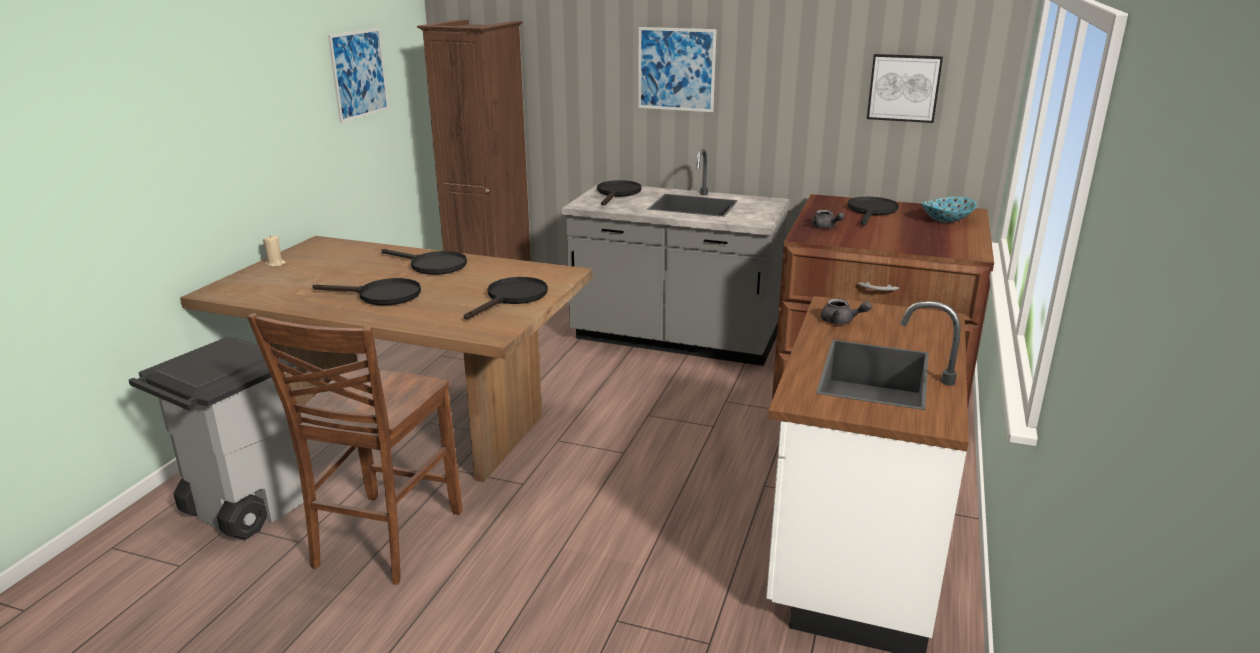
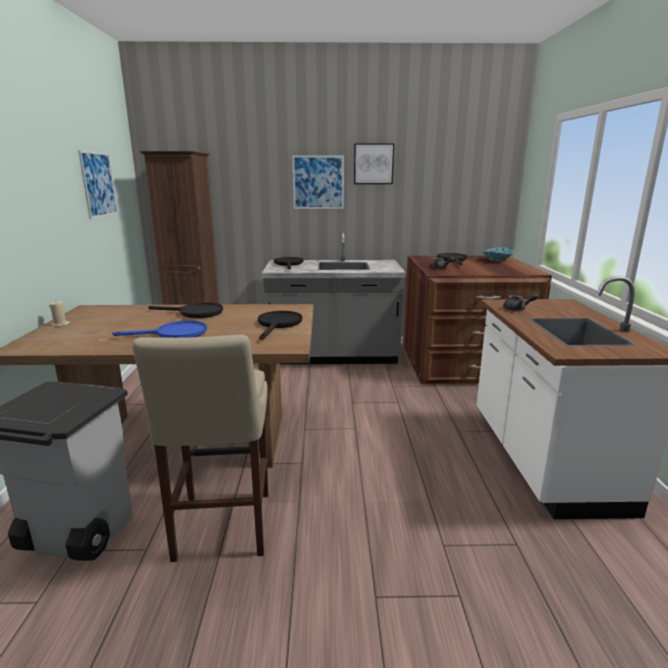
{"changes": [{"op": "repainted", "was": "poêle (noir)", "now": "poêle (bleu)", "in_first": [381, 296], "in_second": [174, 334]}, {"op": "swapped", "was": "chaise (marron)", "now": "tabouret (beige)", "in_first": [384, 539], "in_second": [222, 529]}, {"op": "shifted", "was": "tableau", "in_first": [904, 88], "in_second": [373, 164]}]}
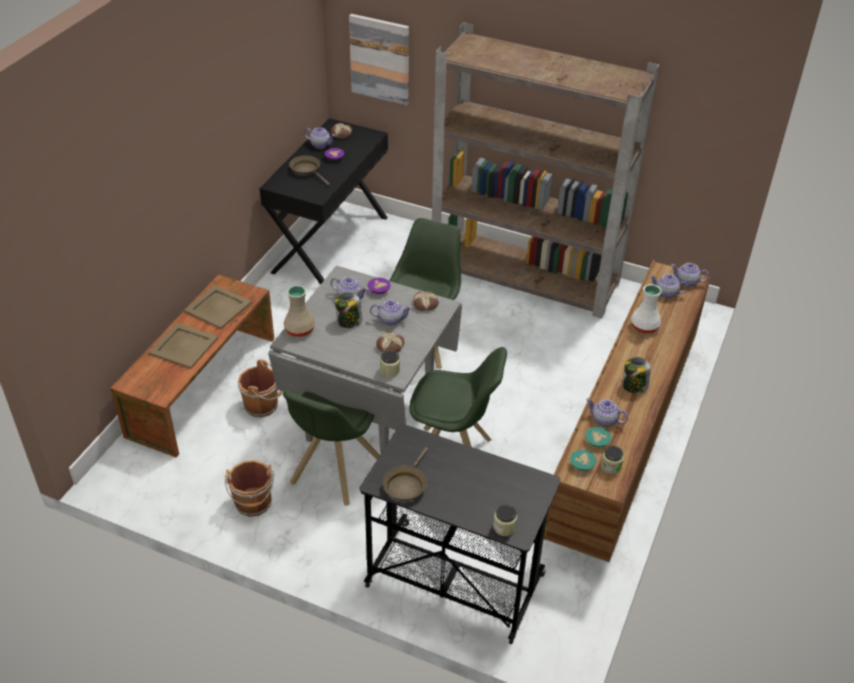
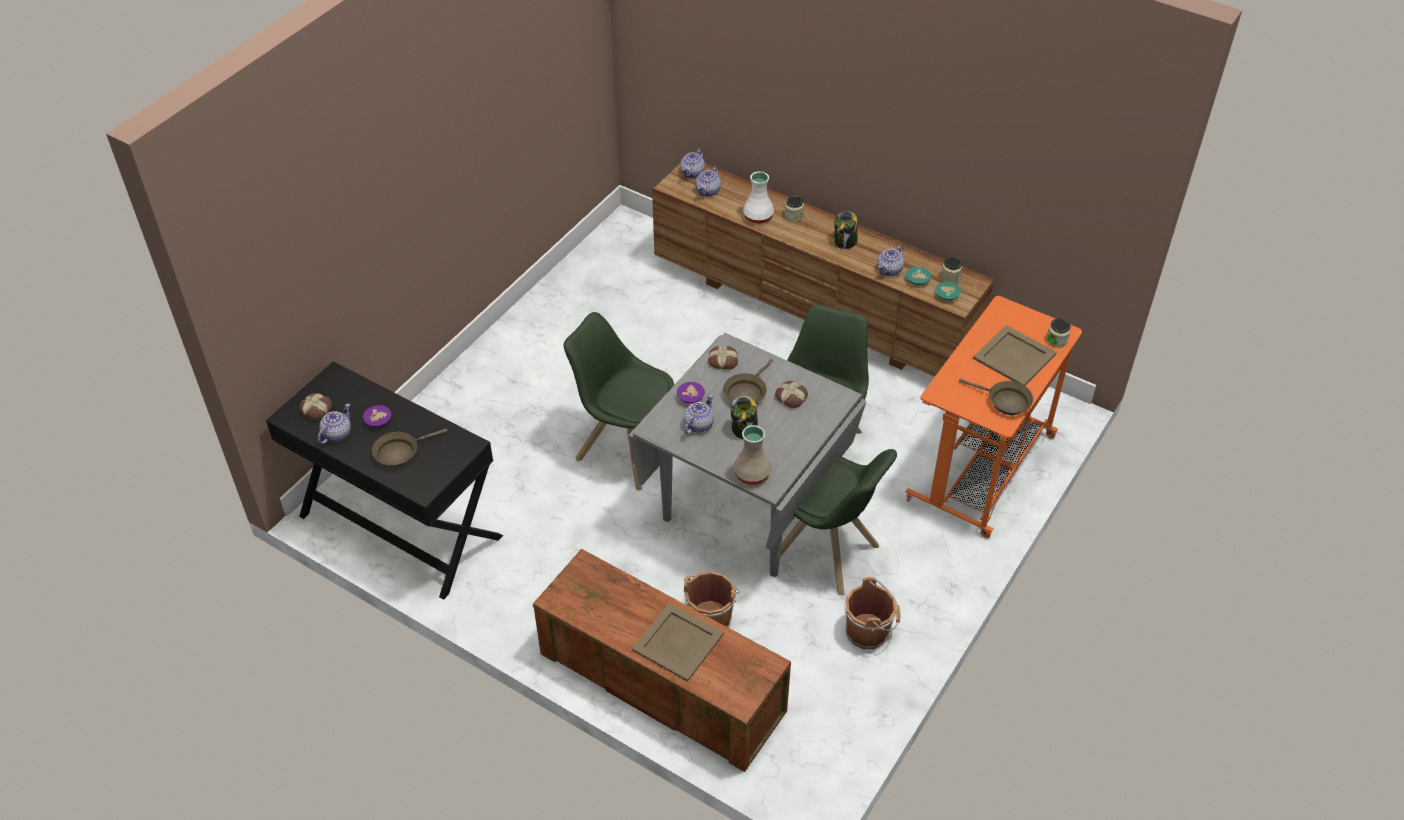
{"changes": [{"op": "swapped", "was": "théière", "now": "poêle (marron)", "in_first": [391, 319], "in_second": [746, 392]}, {"op": "shifted", "was": "bocal", "in_first": [390, 371], "in_second": [793, 216]}, {"op": "repainted", "was": "bureau (noir)", "now": "bureau (orange)", "in_first": [454, 581], "in_second": [981, 468]}, {"op": "shifted", "was": "plateau (beige)", "in_first": [218, 307], "in_second": [1013, 356]}, {"op": "gone", "was": "tableau", "in_first": [380, 59]}, {"op": "gone", "was": "bibliothèque (marron)", "in_first": [525, 275]}]}
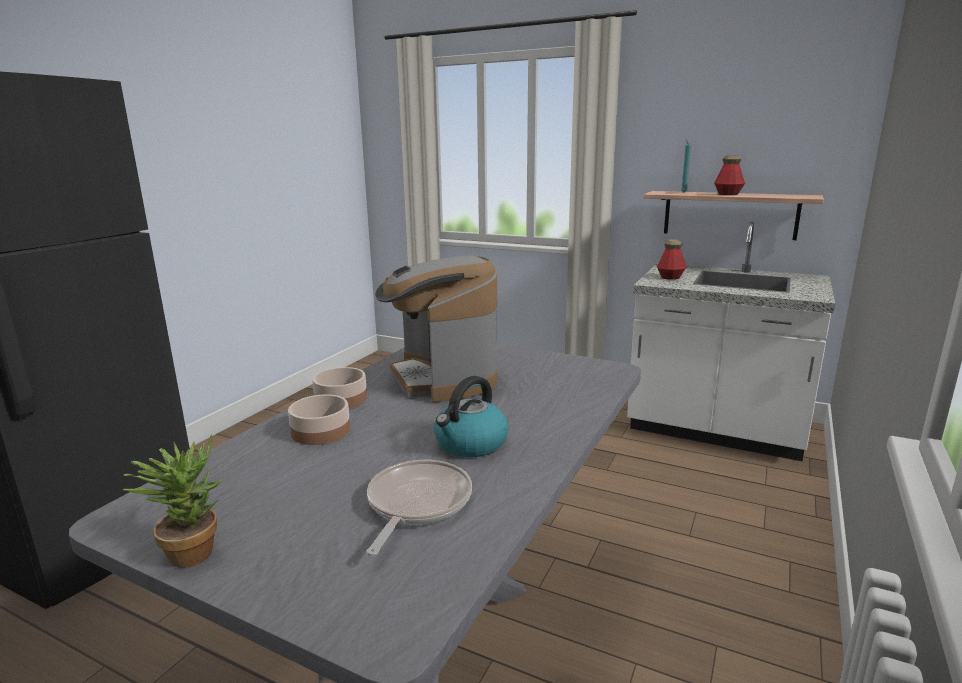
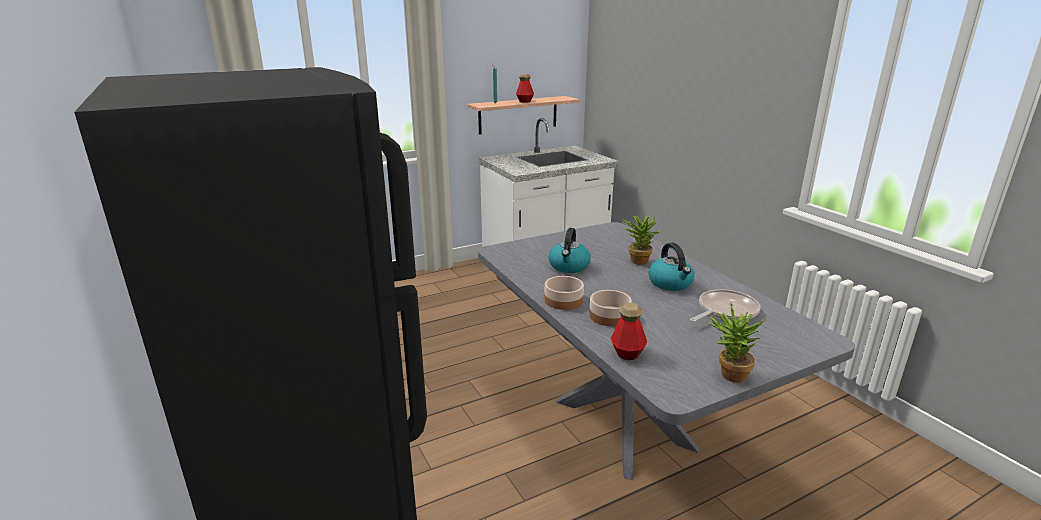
{"changes": [{"op": "swapped", "was": "machine à café", "now": "bouilloire", "in_first": [442, 379], "in_second": [569, 266]}, {"op": "shifted", "was": "bouteille", "in_first": [670, 277], "in_second": [627, 353]}, {"op": "new", "now": "plante en pot", "in_second": [638, 260]}, {"op": "rotated", "was": "poêle", "in_first": [416, 504], "in_second": [725, 311], "clockwise": 90}]}
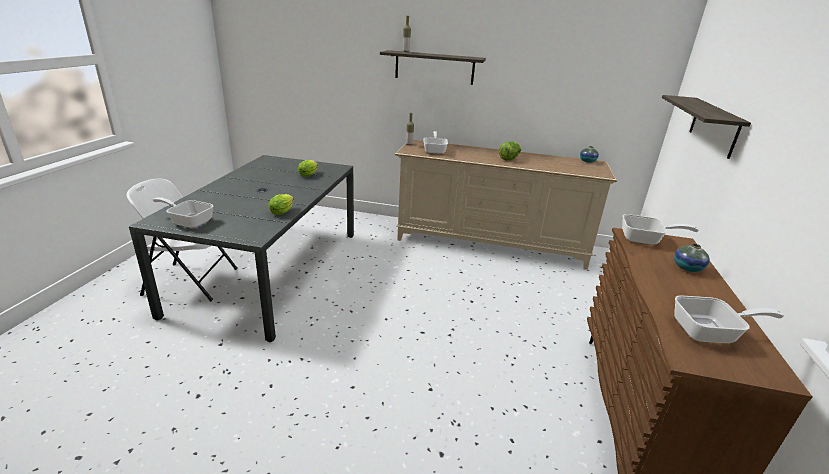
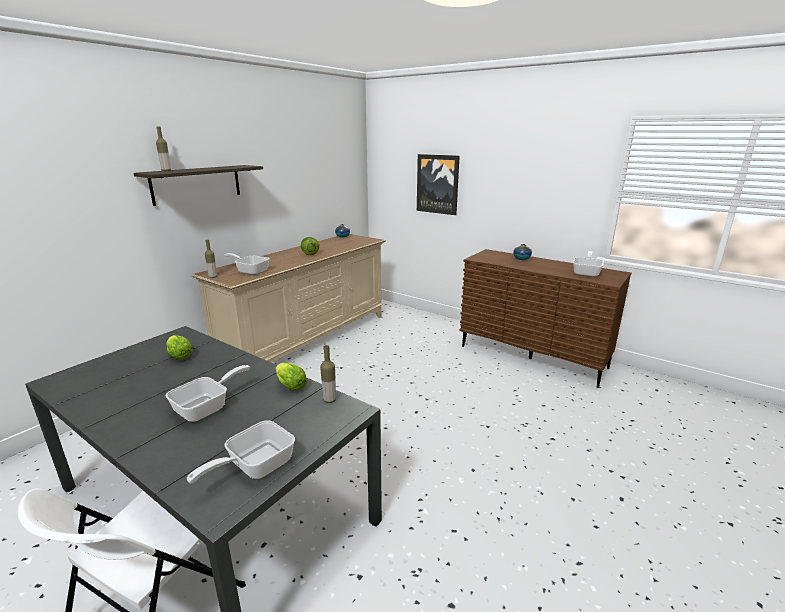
{"changes": [{"op": "shifted", "was": "poêle", "in_first": [645, 240], "in_second": [207, 407]}, {"op": "new", "now": "bouteille", "in_second": [329, 400]}, {"op": "swapped", "was": "étagère", "now": "tableau", "in_first": [714, 126], "in_second": [437, 184]}]}
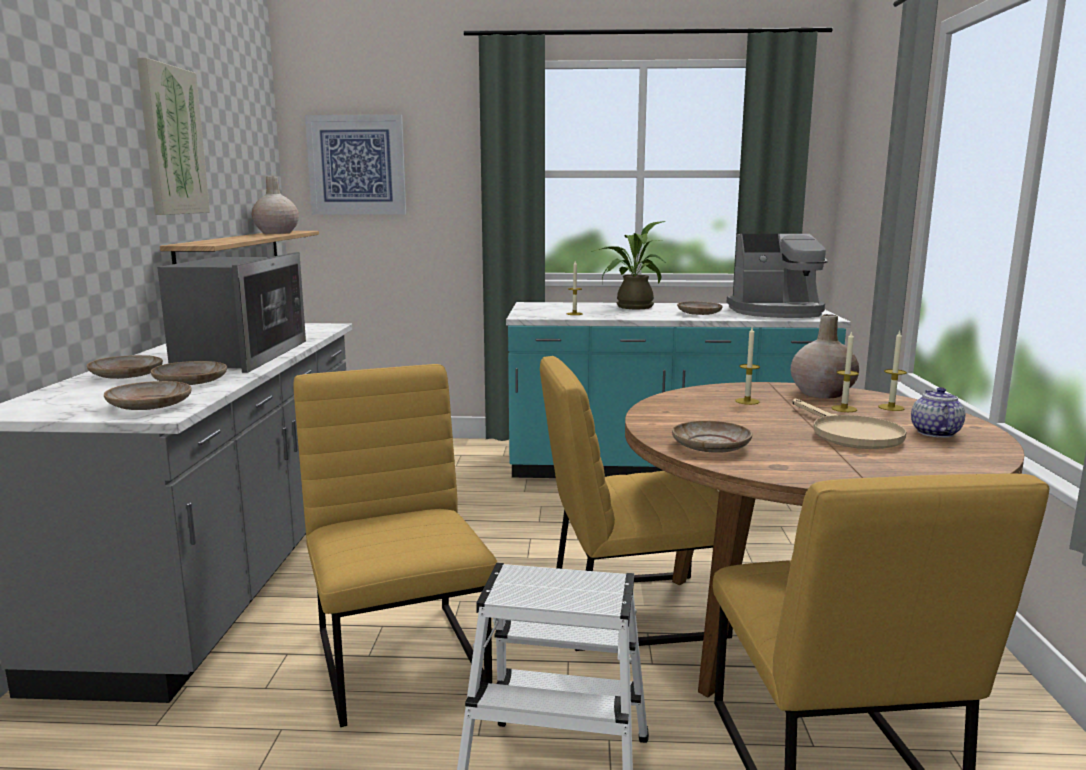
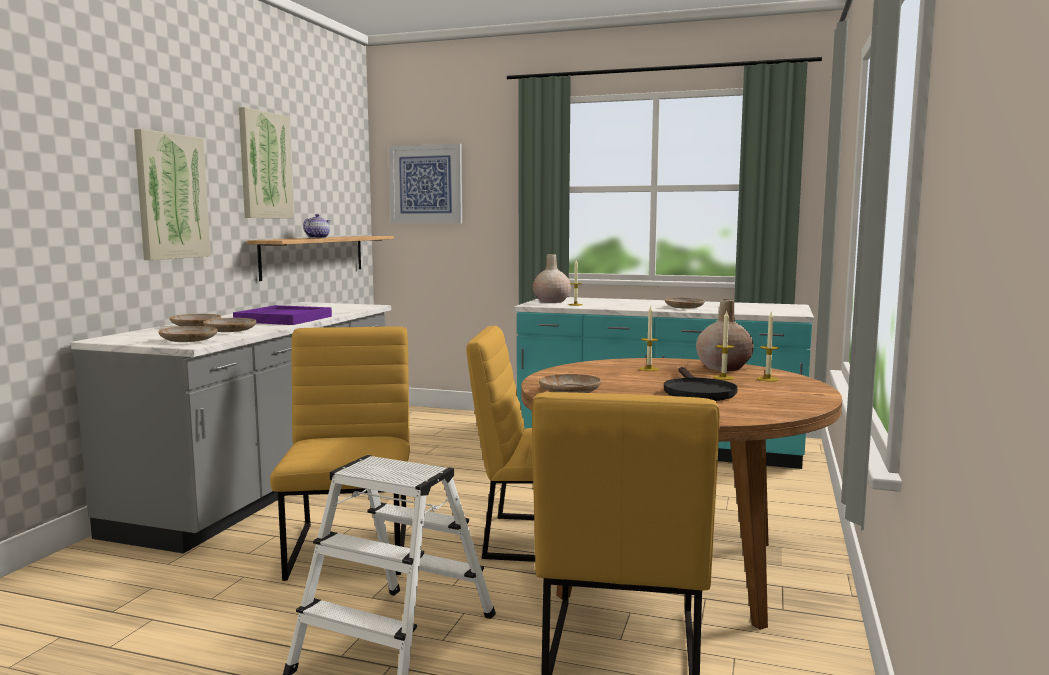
{"changes": [{"op": "new", "now": "tableau", "in_second": [171, 196]}, {"op": "swapped", "was": "micro-ondes", "now": "plateau (violet)", "in_first": [240, 355], "in_second": [283, 319]}, {"op": "shifted", "was": "théière", "in_first": [934, 432], "in_second": [317, 238]}, {"op": "shifted", "was": "vase (beige)", "in_first": [276, 233], "in_second": [551, 301]}, {"op": "repainted", "was": "poêle (beige)", "now": "poêle (noir)", "in_first": [848, 434], "in_second": [696, 392]}, {"op": "gone", "was": "plante en pot", "in_first": [629, 307]}, {"op": "gone", "was": "machine à café", "in_first": [776, 312]}]}
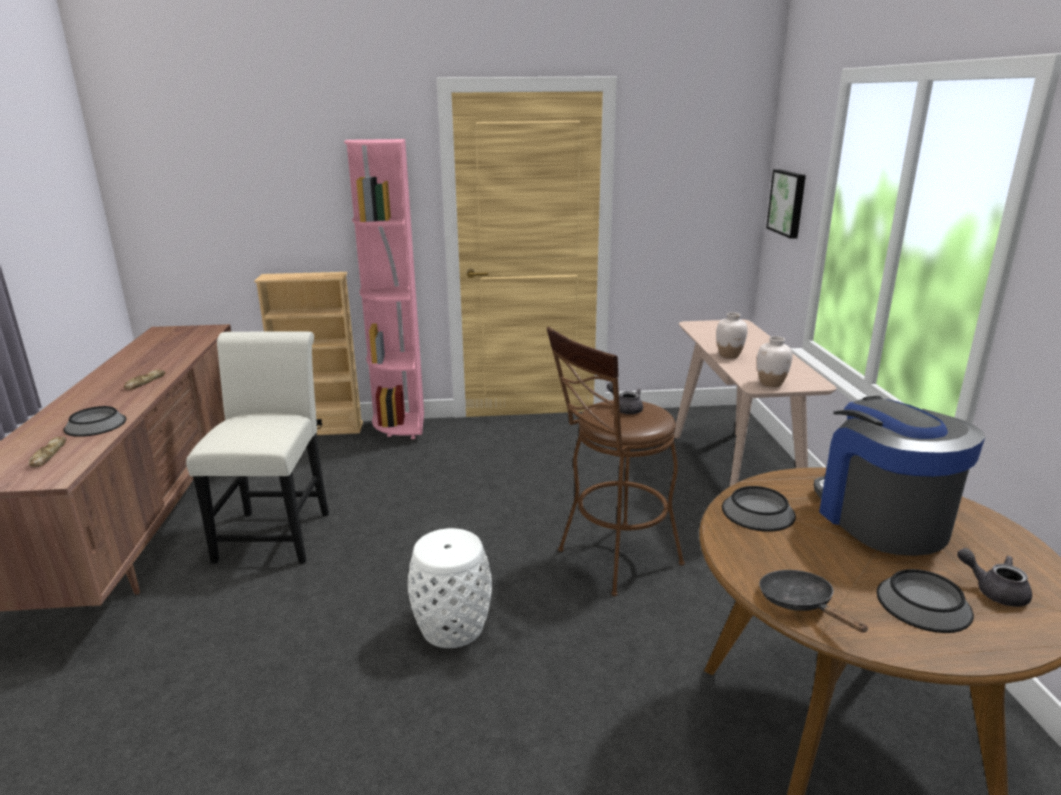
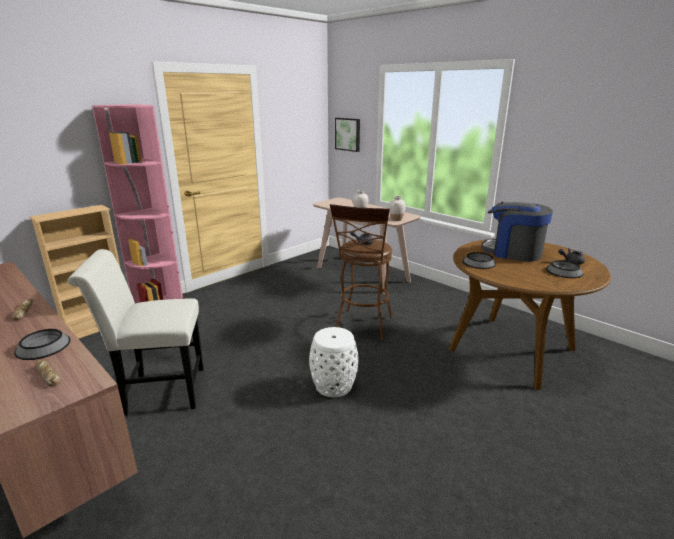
{"changes": [{"op": "rotated", "was": "chaise (blanc)", "in_first": [277, 531], "in_second": [158, 391], "clockwise": -60}, {"op": "gone", "was": "poêle (noir)", "in_first": [800, 604]}]}
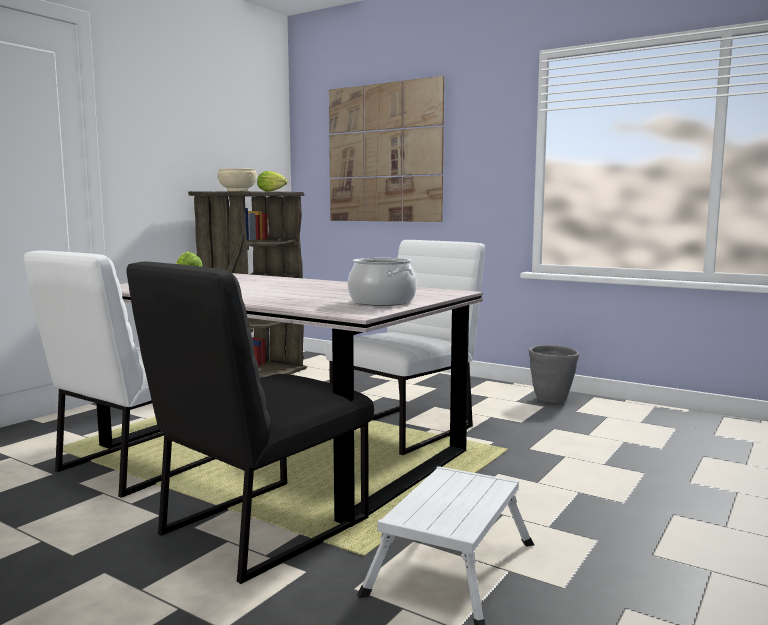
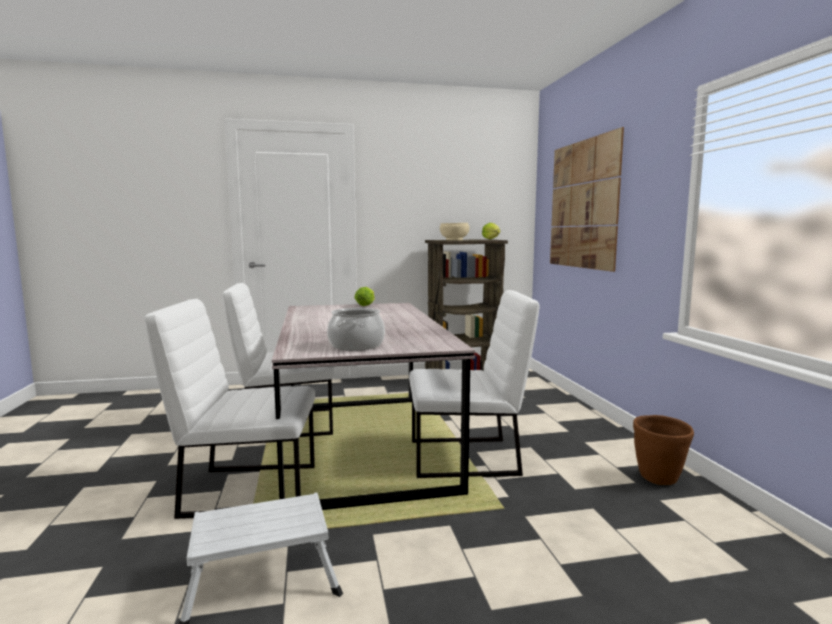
{"changes": [{"op": "repainted", "was": "chaise (noir)", "now": "chaise (blanc)", "in_first": [259, 528], "in_second": [247, 490]}, {"op": "repainted", "was": "cache-pot (gris)", "now": "cache-pot (marron)", "in_first": [552, 400], "in_second": [658, 479]}]}
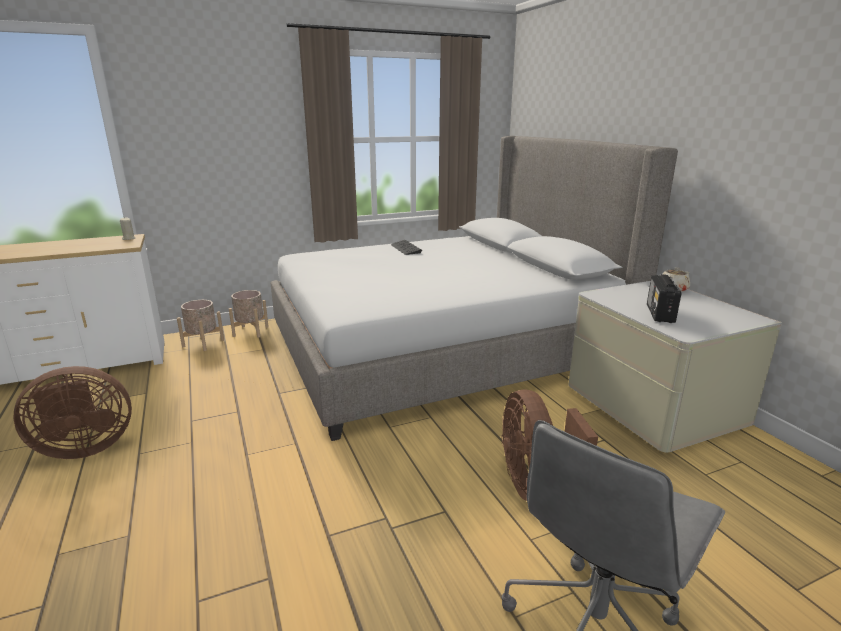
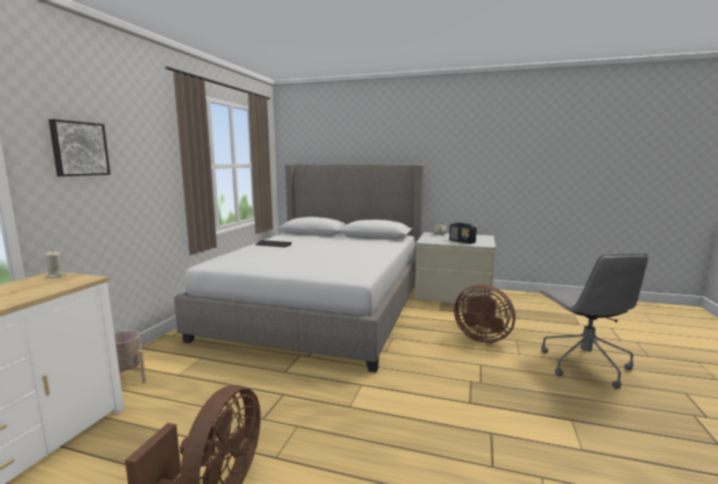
{"changes": [{"op": "new", "now": "tableau", "in_second": [79, 149]}, {"op": "gone", "was": "cache-pot (beige)", "in_first": [251, 331]}]}
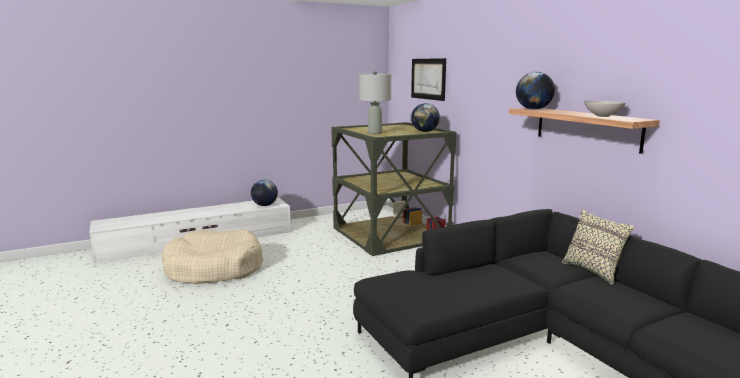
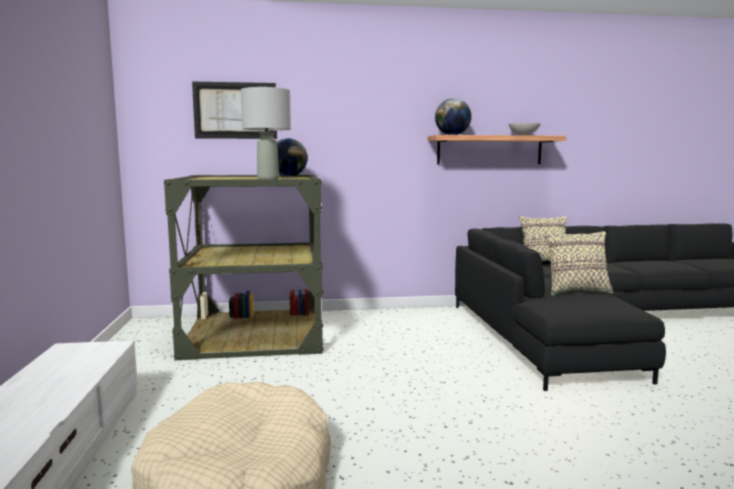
{"changes": [{"op": "new", "now": "coussin (beige)", "in_second": [577, 292]}, {"op": "gone", "was": "globe", "in_first": [265, 205]}]}
